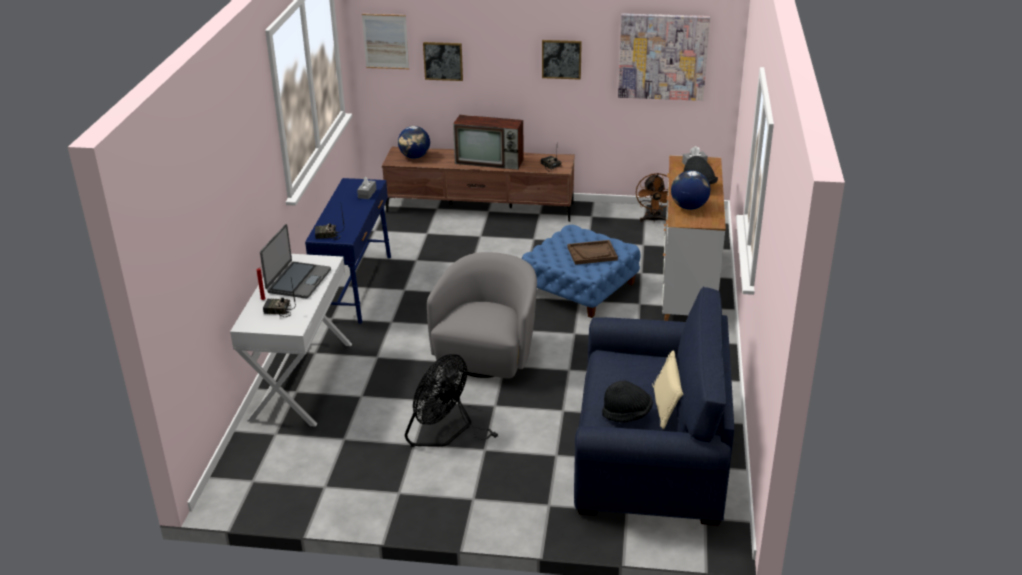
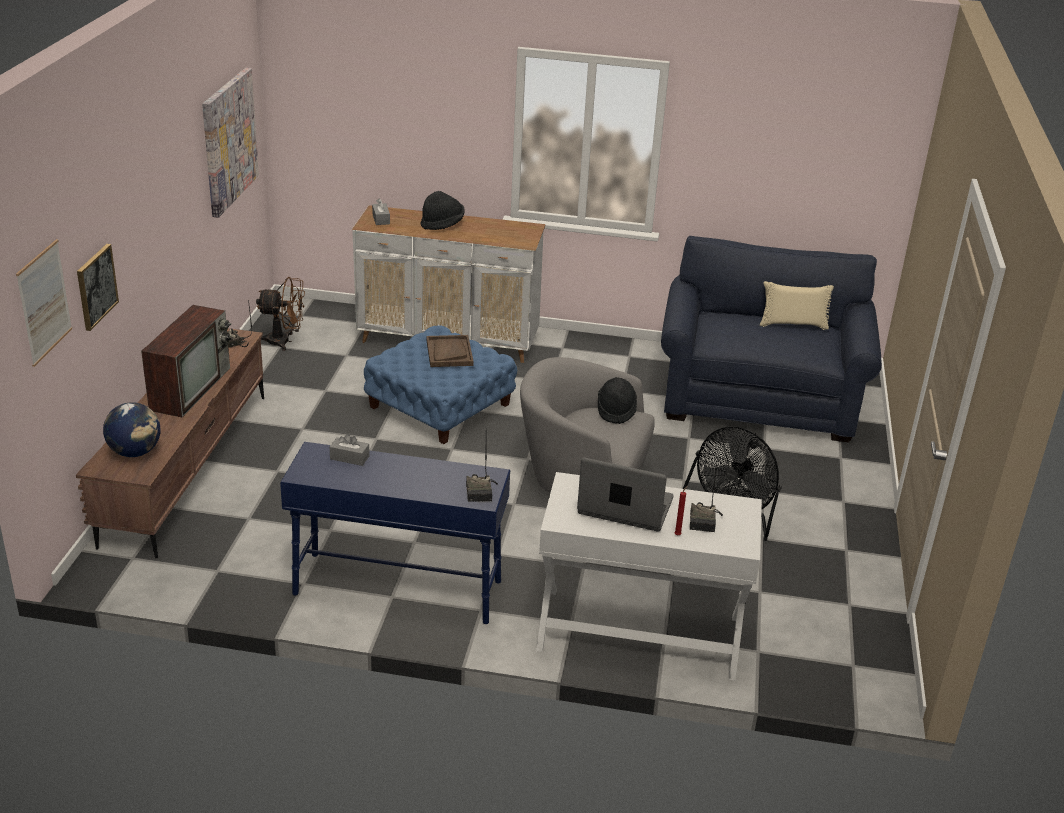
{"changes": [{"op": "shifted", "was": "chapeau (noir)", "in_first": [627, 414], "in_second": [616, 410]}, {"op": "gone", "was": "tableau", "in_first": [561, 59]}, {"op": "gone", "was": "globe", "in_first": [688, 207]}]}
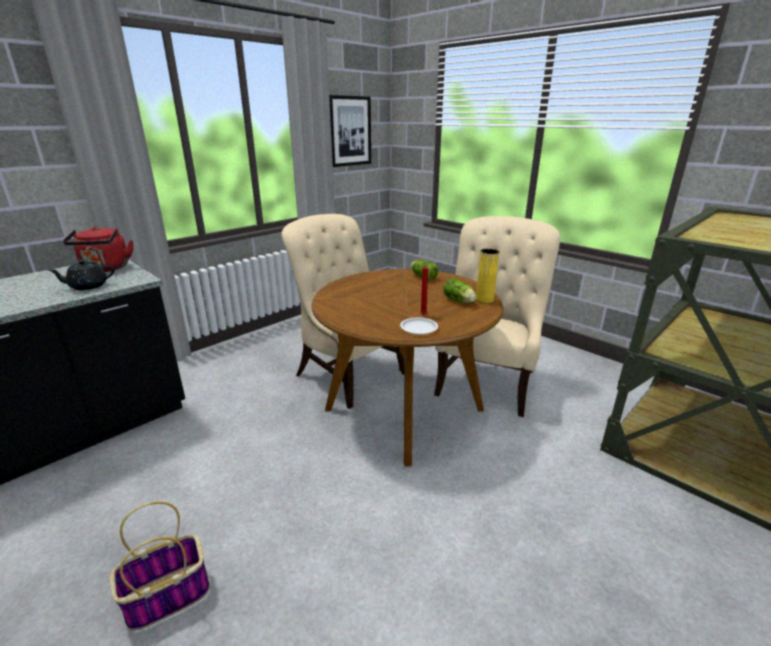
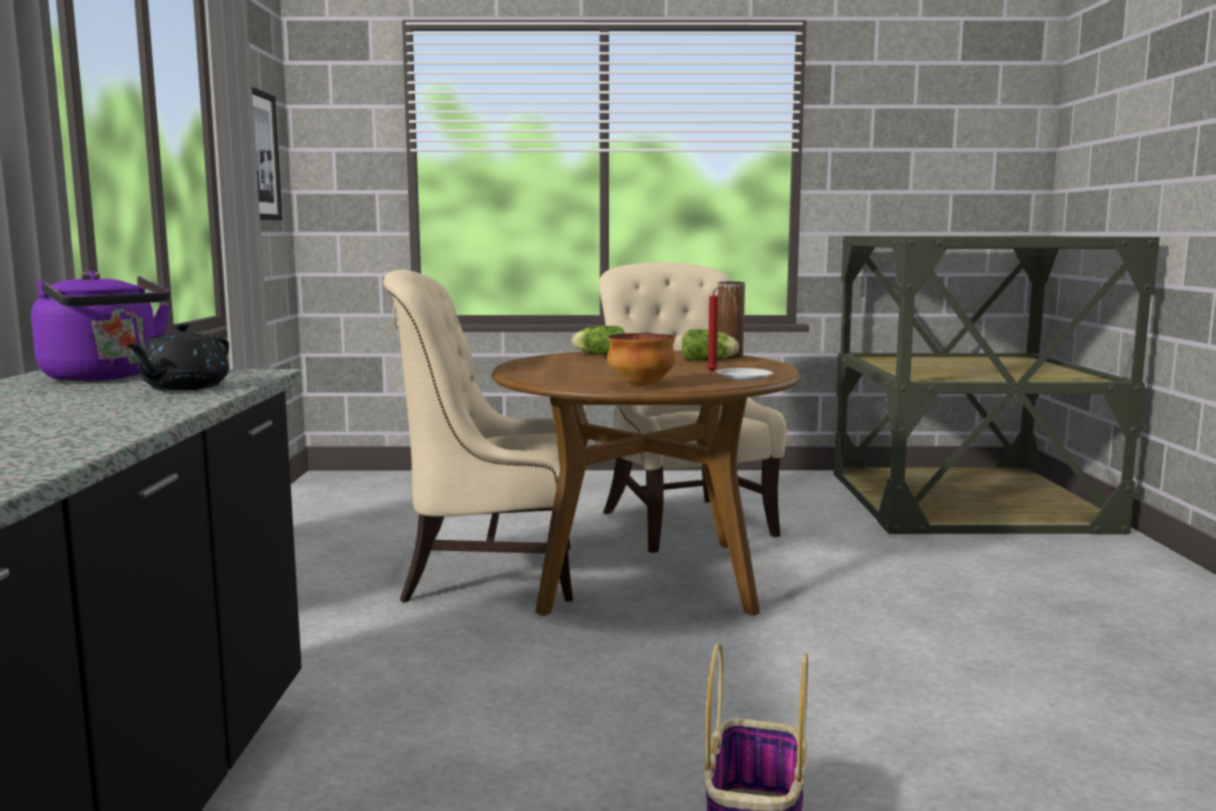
{"changes": [{"op": "repainted", "was": "bouilloire (rouge)", "now": "bouilloire (violet)", "in_first": [105, 269], "in_second": [105, 377]}, {"op": "new", "now": "bol", "in_second": [642, 385]}, {"op": "repainted", "was": "vase (jaune)", "now": "vase (marron)", "in_first": [484, 300], "in_second": [729, 356]}]}
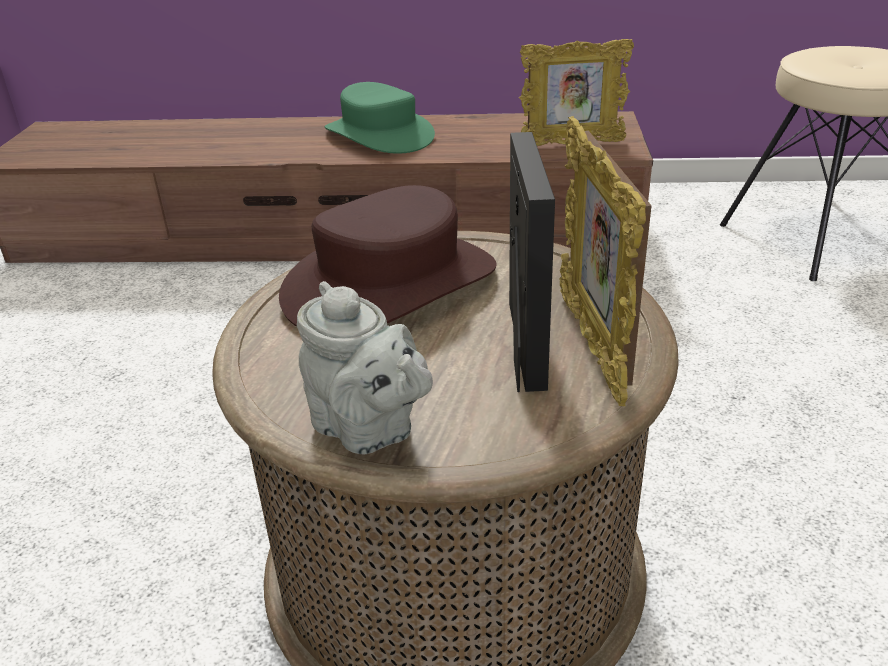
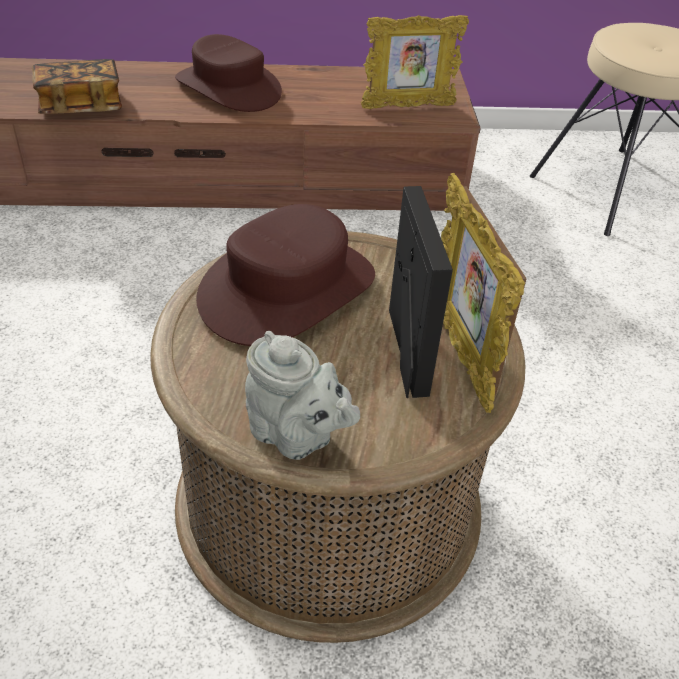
{"changes": [{"op": "new", "now": "livre", "in_second": [81, 106]}, {"op": "repainted", "was": "chapeau (vert)", "now": "chapeau (marron)", "in_first": [380, 135], "in_second": [229, 87]}]}
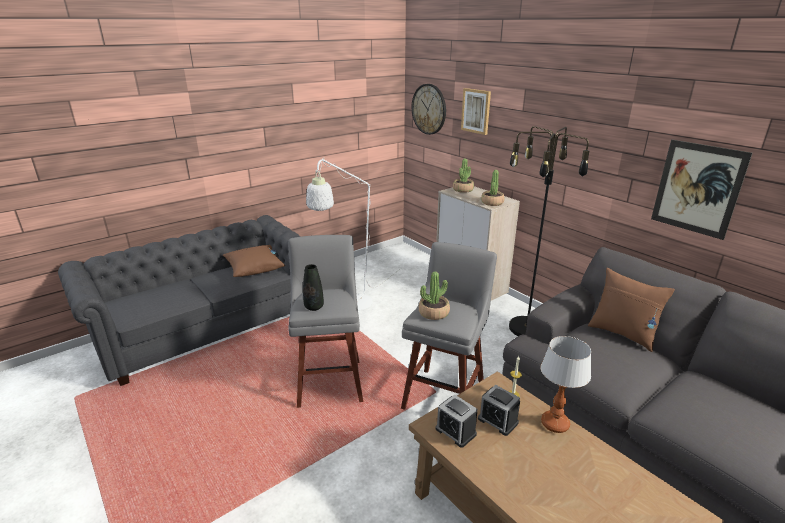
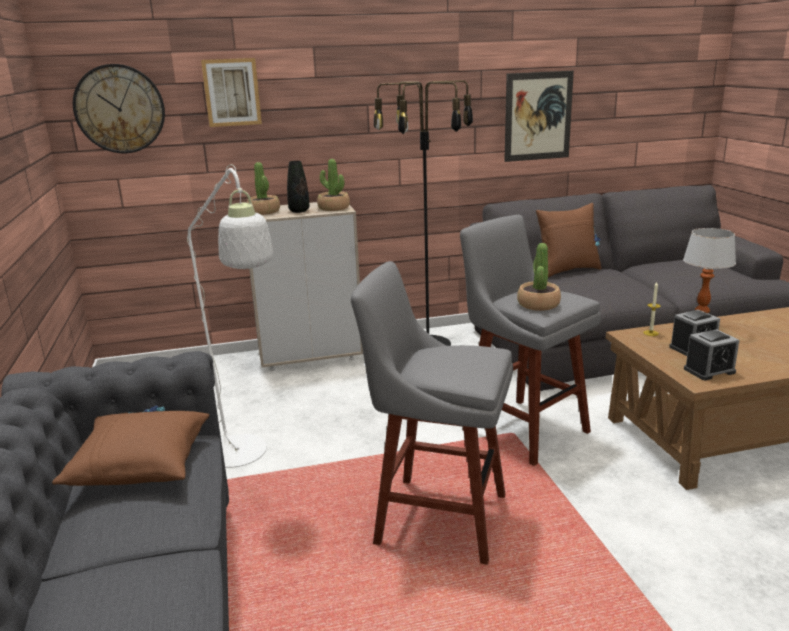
{"changes": [{"op": "shifted", "was": "vase (noir)", "in_first": [314, 307], "in_second": [299, 211]}]}
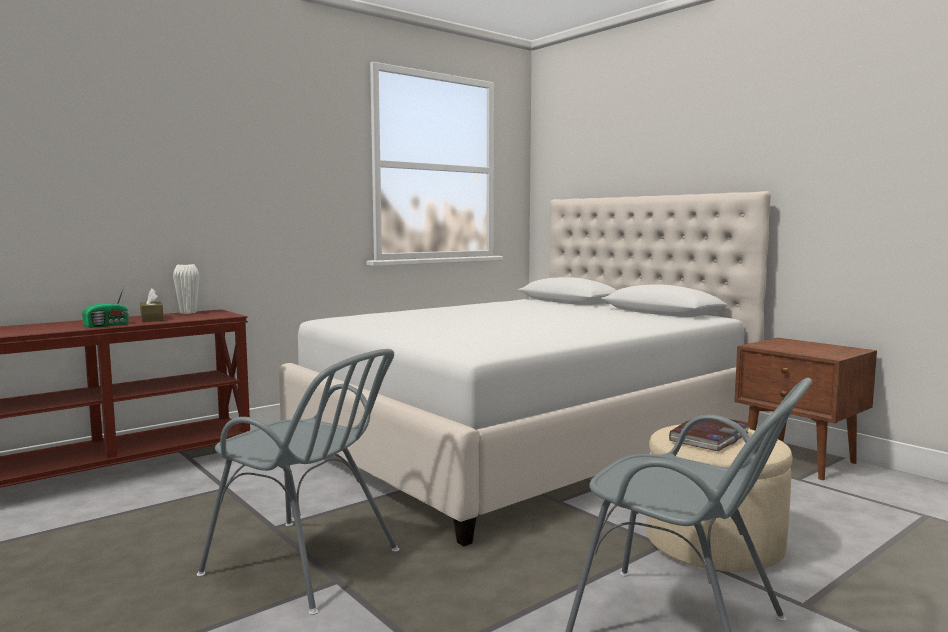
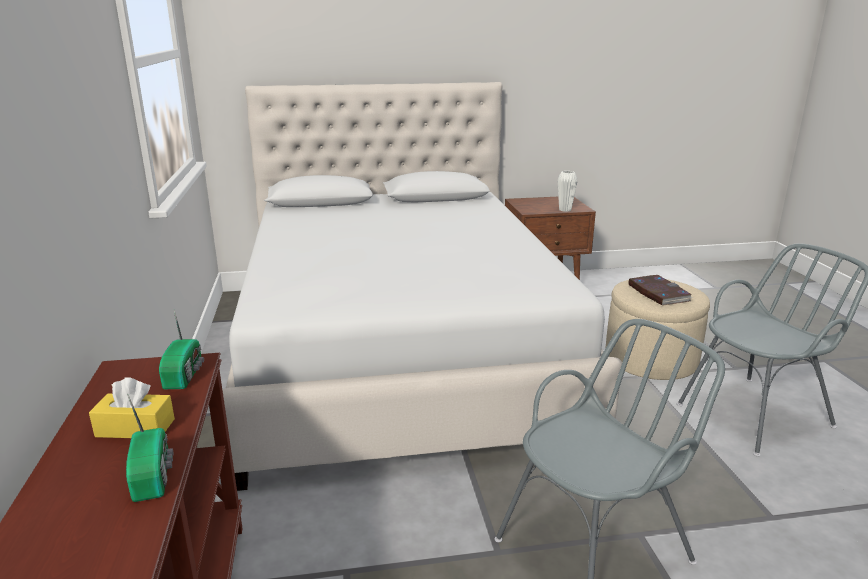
{"changes": [{"op": "repainted", "was": "boîte à mouchoirs (marron)", "now": "boîte à mouchoirs (jaune)", "in_first": [152, 319], "in_second": [135, 428]}, {"op": "new", "now": "radio", "in_second": [185, 374]}, {"op": "shifted", "was": "vase (blanc)", "in_first": [188, 312], "in_second": [565, 210]}]}
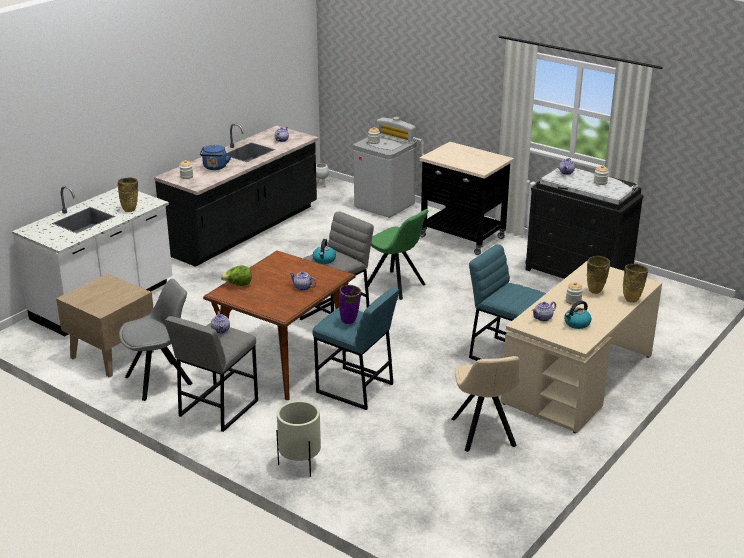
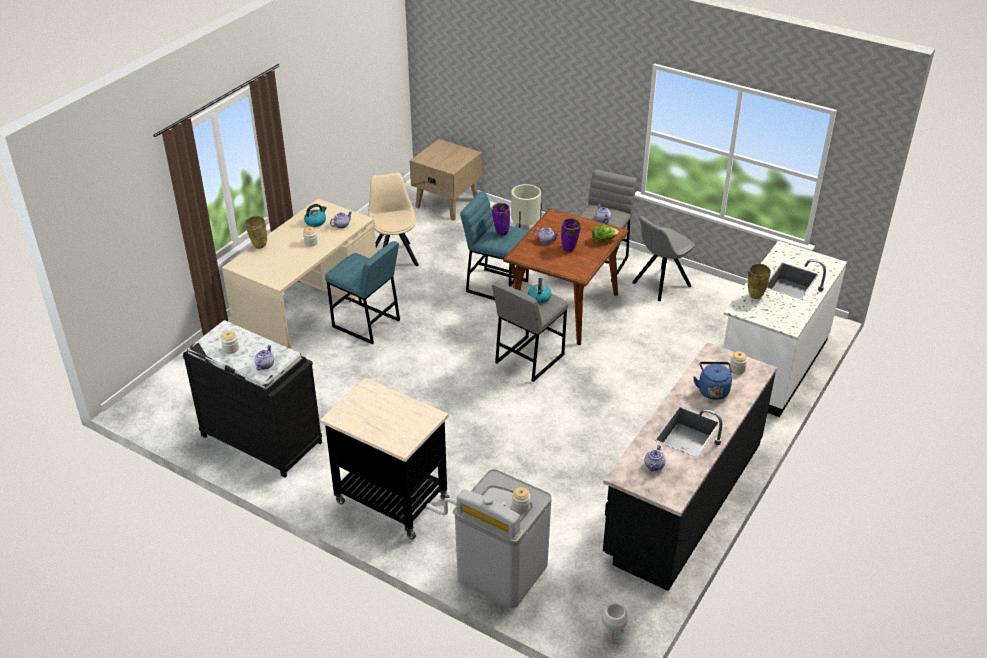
{"changes": [{"op": "shifted", "was": "table de chevet (beige)", "in_first": [111, 354], "in_second": [447, 203]}, {"op": "new", "now": "vase (violet)", "in_second": [569, 249]}, {"op": "gone", "was": "chaise (vert)", "in_first": [396, 285]}, {"op": "gone", "was": "vase (beige)", "in_first": [595, 292]}]}
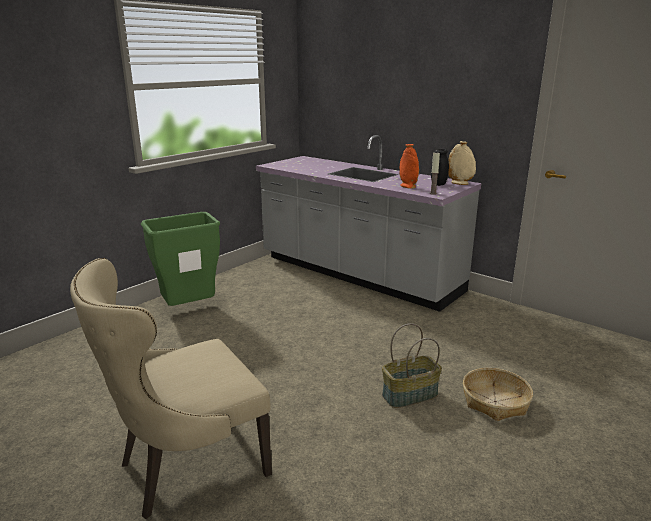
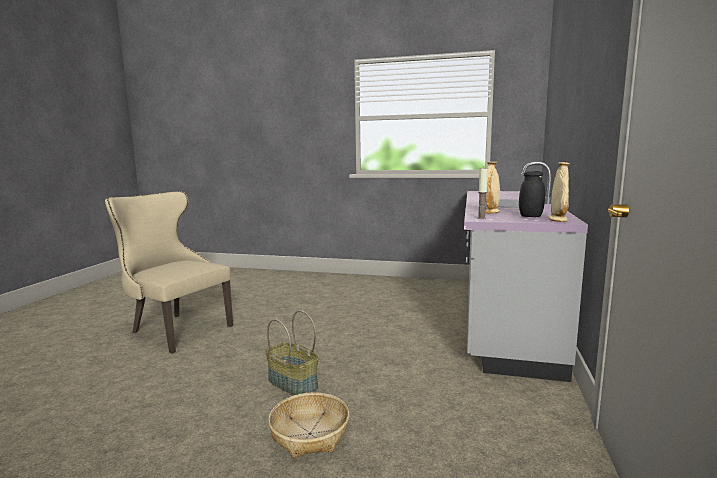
{"changes": [{"op": "repainted", "was": "vase (orange)", "now": "vase (beige)", "in_first": [407, 186], "in_second": [491, 212]}, {"op": "gone", "was": "poubelle (vert)", "in_first": [190, 309]}]}
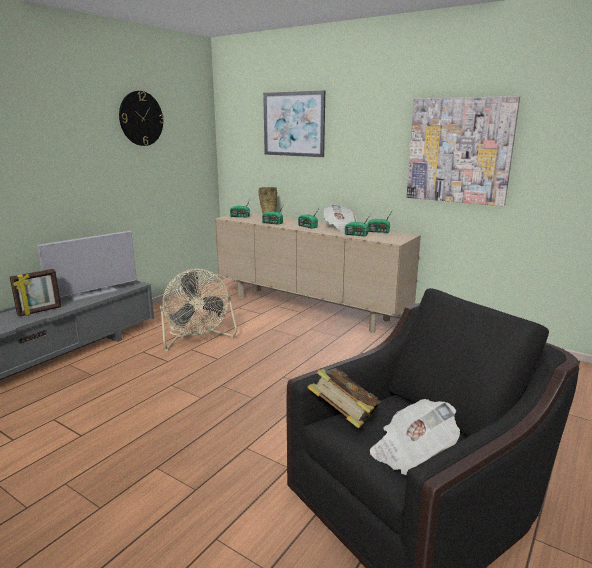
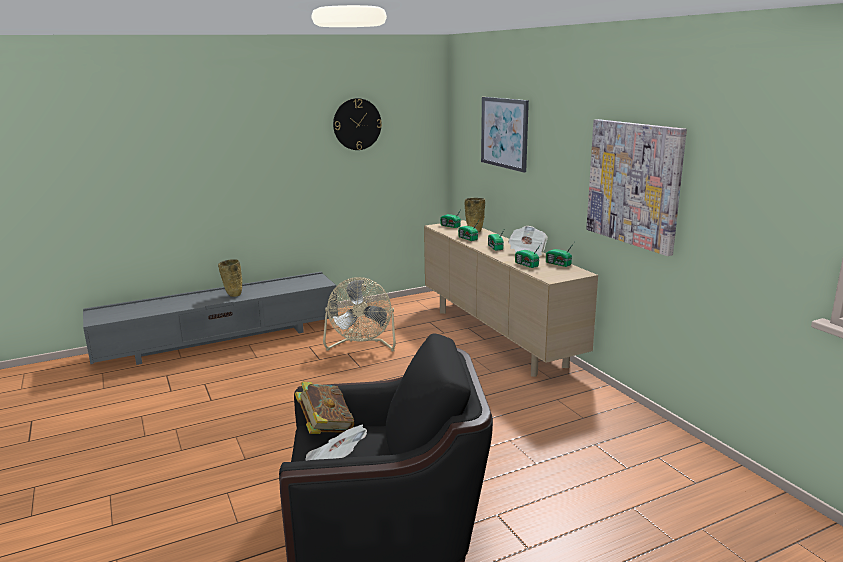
{"changes": [{"op": "swapped", "was": "cadre photo", "now": "vase (beige)", "in_first": [40, 311], "in_second": [233, 295]}, {"op": "gone", "was": "téléviseur", "in_first": [93, 293]}]}
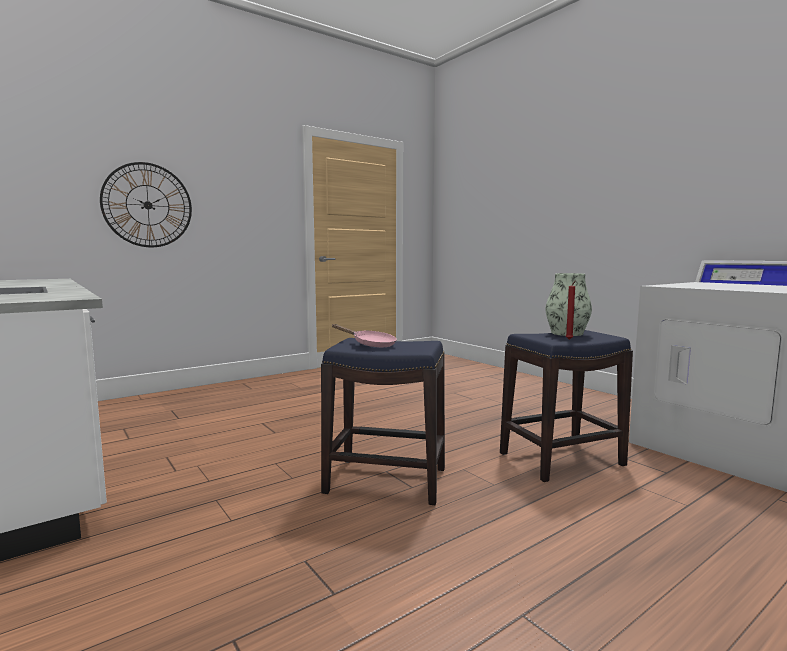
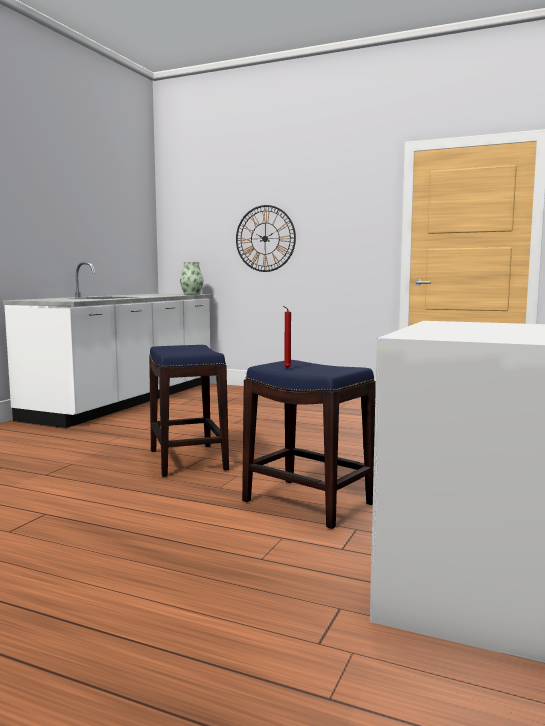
{"changes": [{"op": "shifted", "was": "vase", "in_first": [567, 333], "in_second": [192, 294]}, {"op": "gone", "was": "poêle (rose)", "in_first": [370, 344]}]}
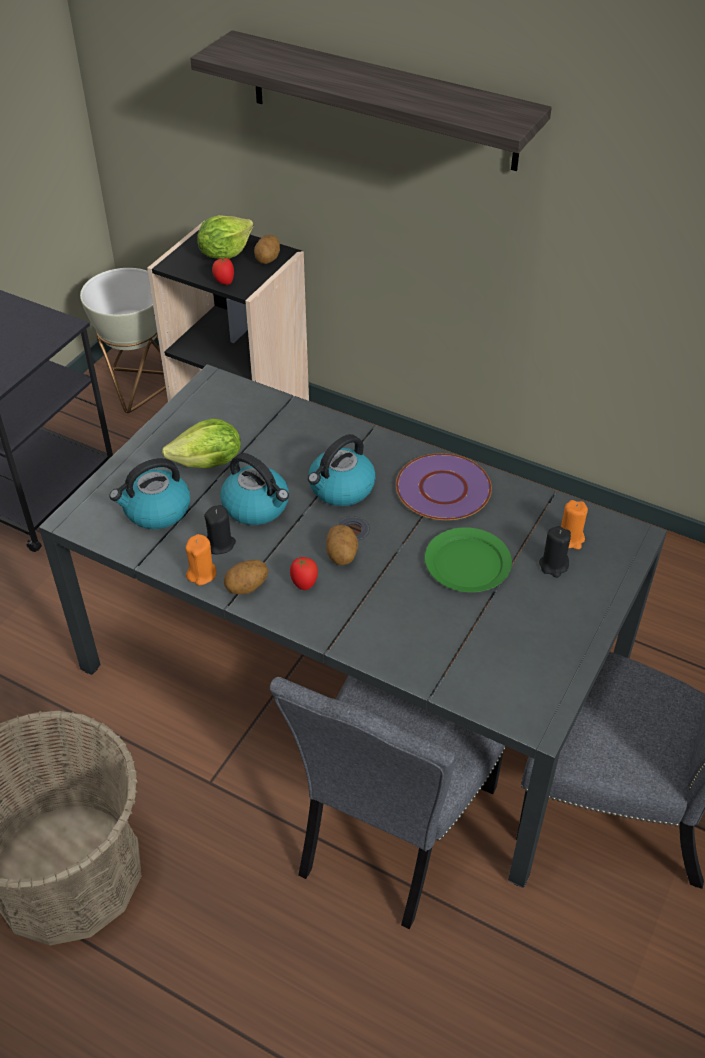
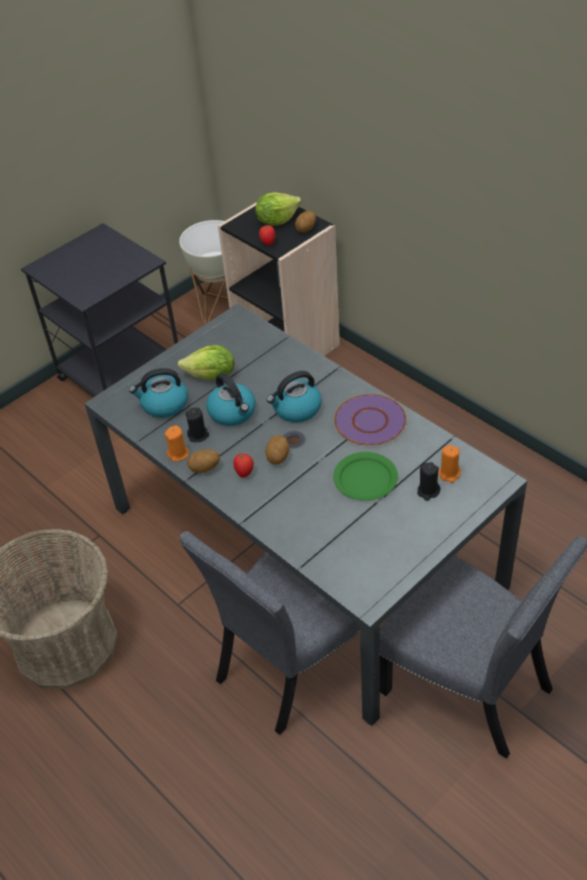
{"changes": [{"op": "gone", "was": "étagère", "in_first": [382, 101]}]}
